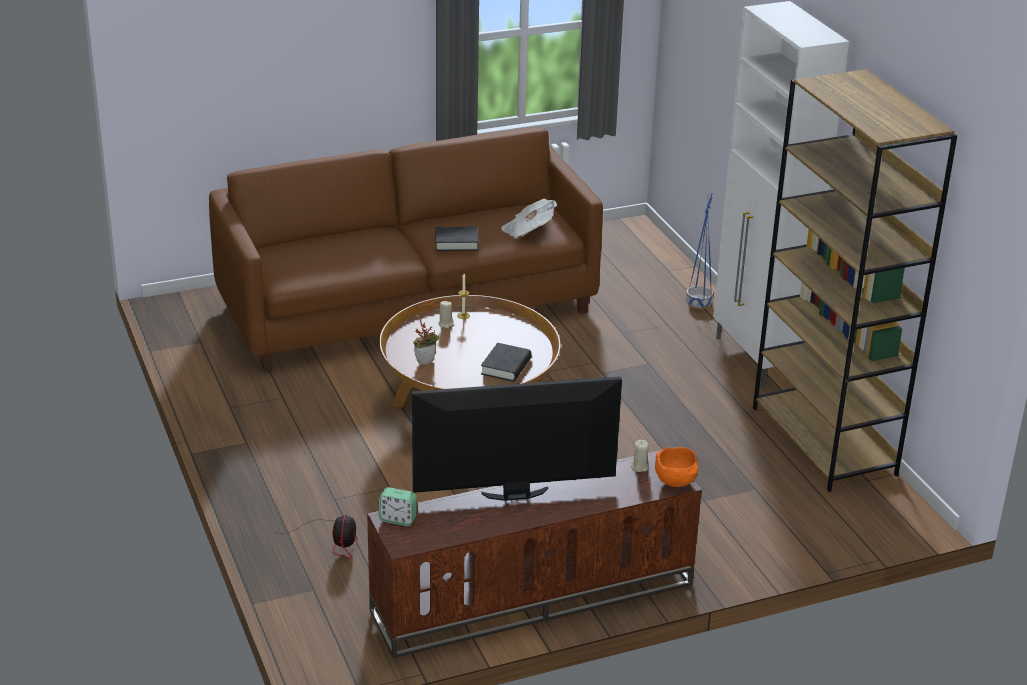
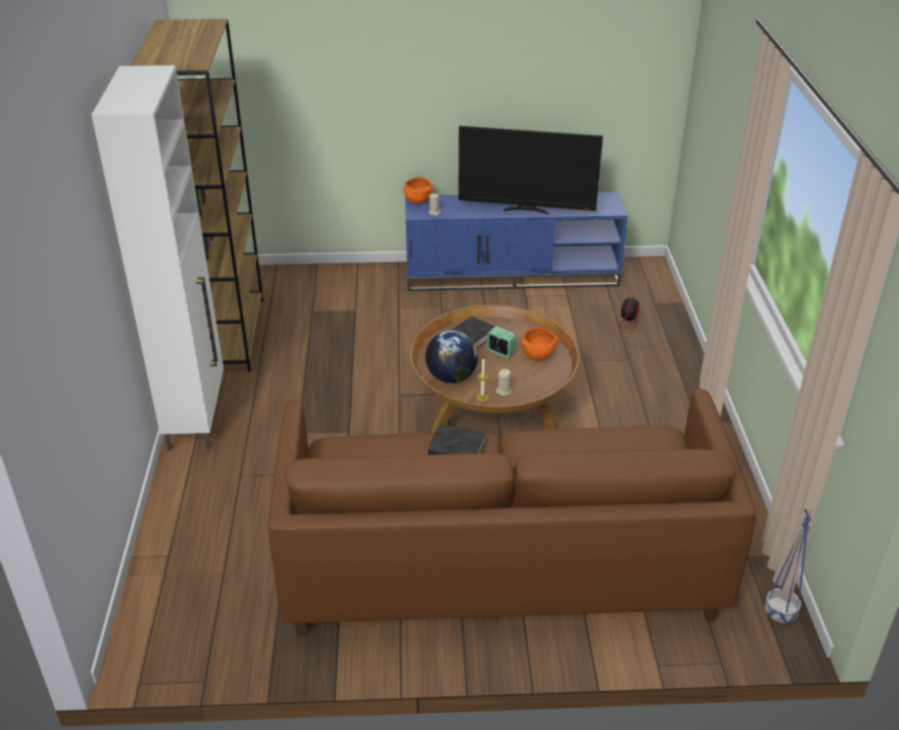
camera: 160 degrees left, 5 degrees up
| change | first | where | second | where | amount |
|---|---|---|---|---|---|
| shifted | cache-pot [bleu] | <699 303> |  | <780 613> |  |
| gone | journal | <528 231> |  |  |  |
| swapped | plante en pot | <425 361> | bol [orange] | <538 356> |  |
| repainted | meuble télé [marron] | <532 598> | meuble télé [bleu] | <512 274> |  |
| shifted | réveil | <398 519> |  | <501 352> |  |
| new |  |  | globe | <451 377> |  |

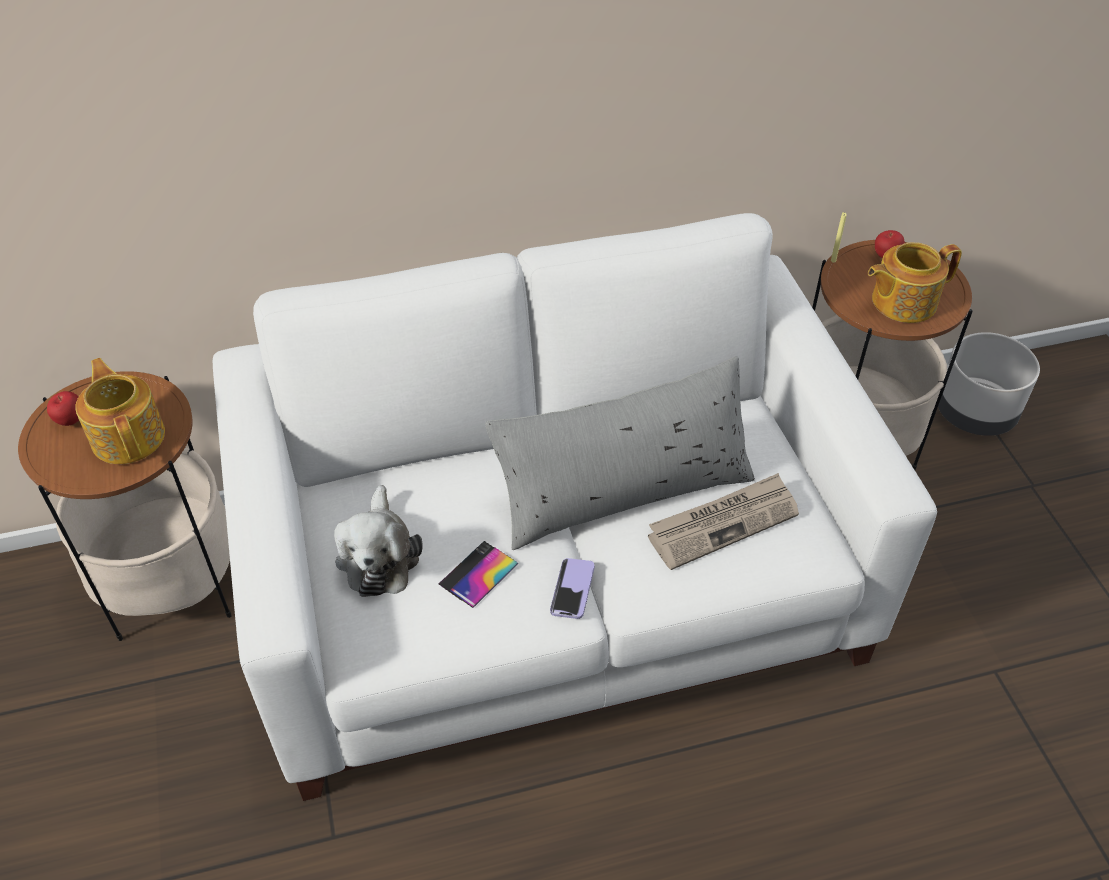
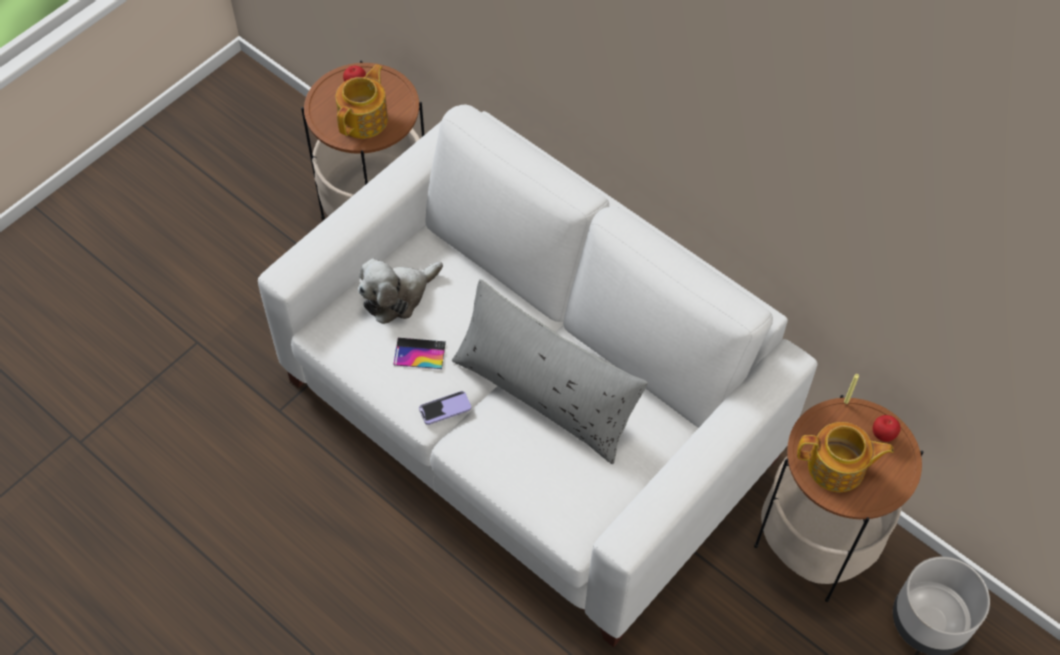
camera: 55 degrees right, 10 degrees up
| change | first | where | second | where | amount |
|---|---|---|---|---|---|
| rotated | théière | <902 301> |  | <837 467> | 150 degrees clockwise |
| gone | journal | <723 523> |  |  |  |

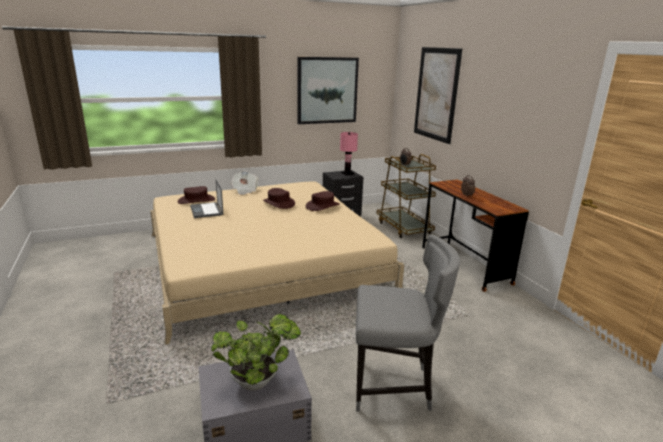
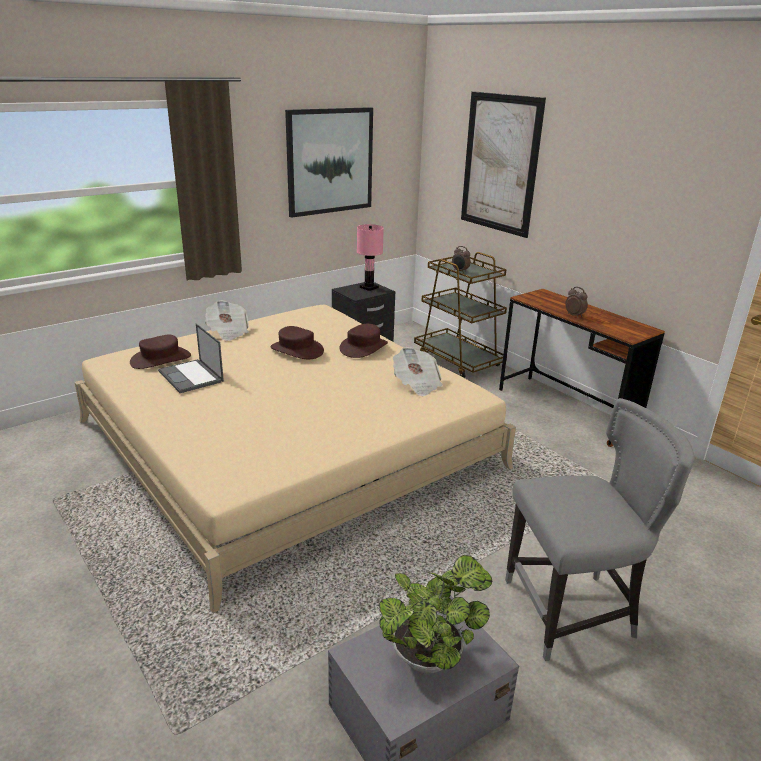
camera: 15 degrees left, 5 degrees up
| change | first | where | second | where | amount |
|---|---|---|---|---|---|
| new |  |  | journal | <416 384> |  |

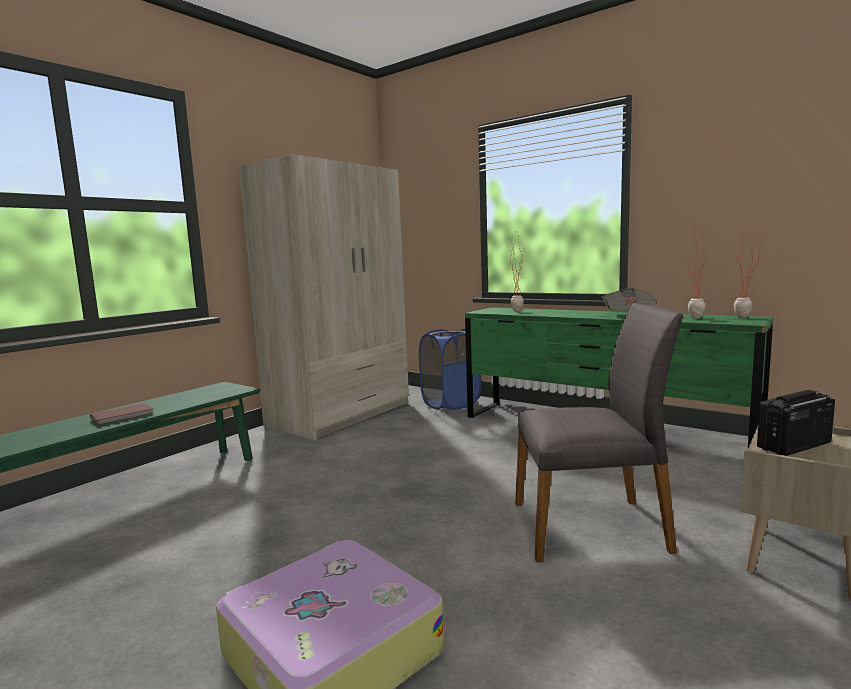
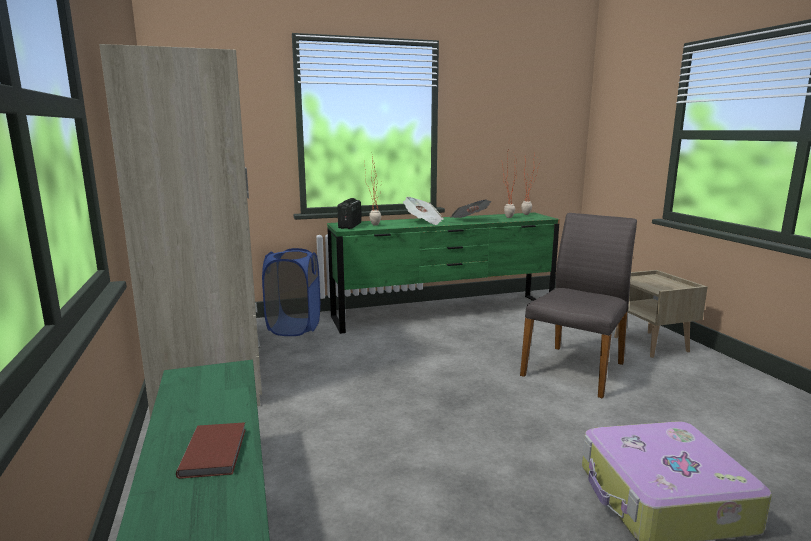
camera: 55 degrees left, 5 degrees up
| change | first | where | second | where | amount |
|---|---|---|---|---|---|
| shifted | radio | <793 446> |  | <349 226> |  |
| new |  |  | journal | <423 222> |  |

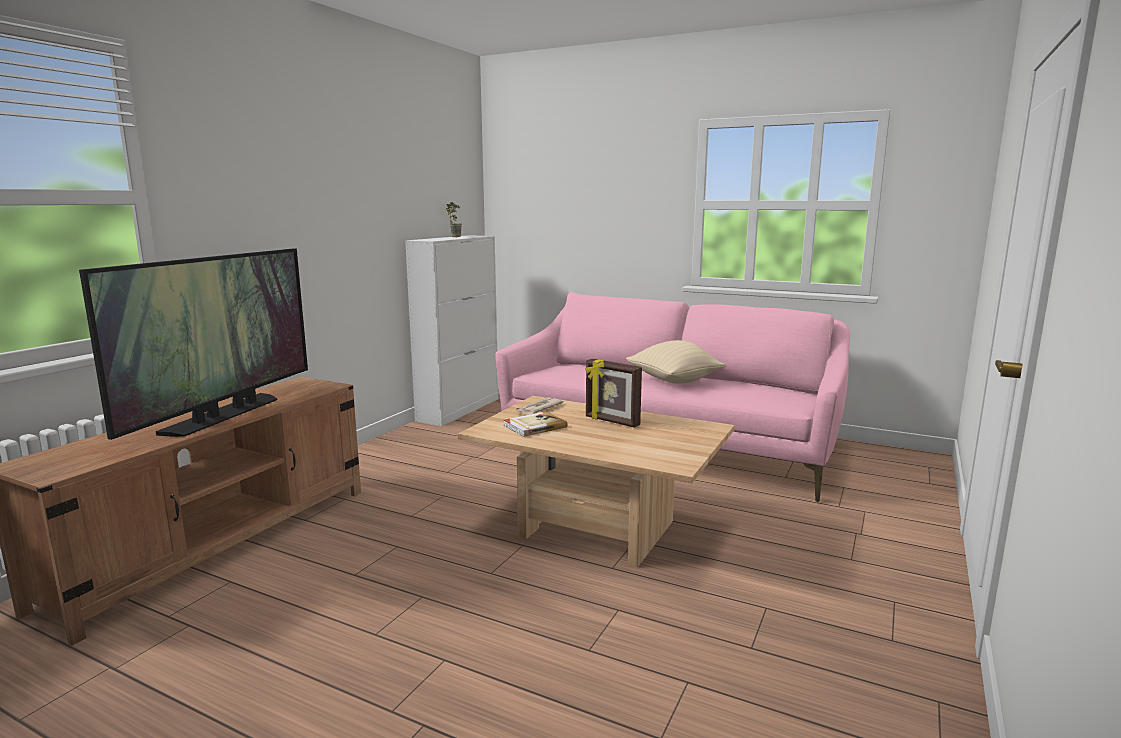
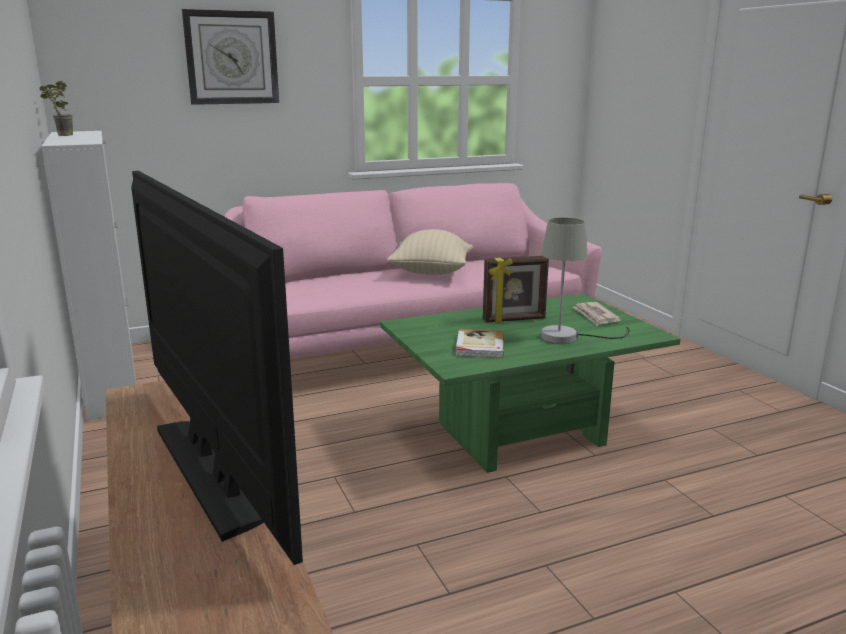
camera: 50 degrees left, 5 degrees up
| change | first | where | second | where | amount |
|---|---|---|---|---|---|
| repainted | table basse [beige] | <597 529> | table basse [vert] | <520 433> |  |
| shifted | journal | <538 408> |  | <595 316> |  |
| new |  |  | horloge murale | <231 58> |  |
| new |  |  | lampe de table [gris] | <570 337> |  |

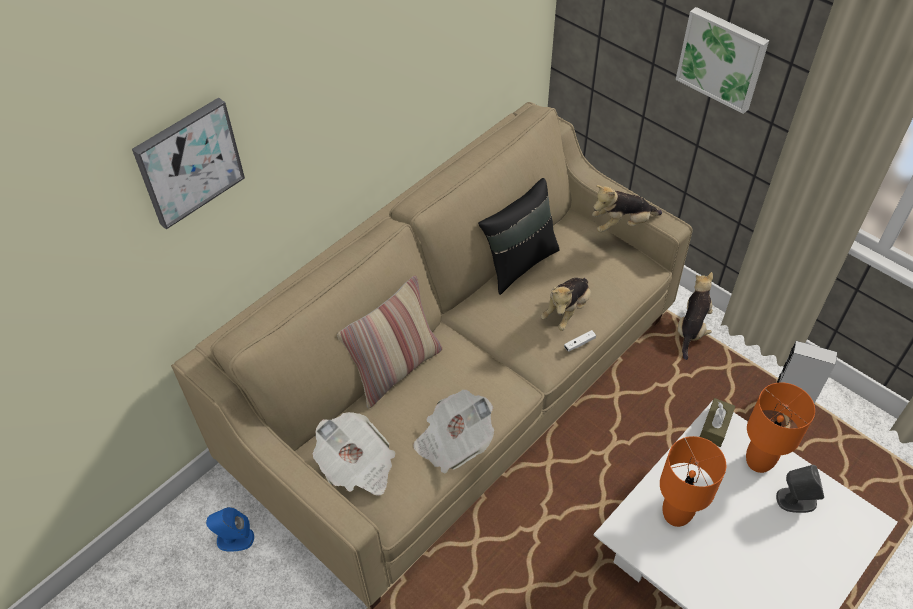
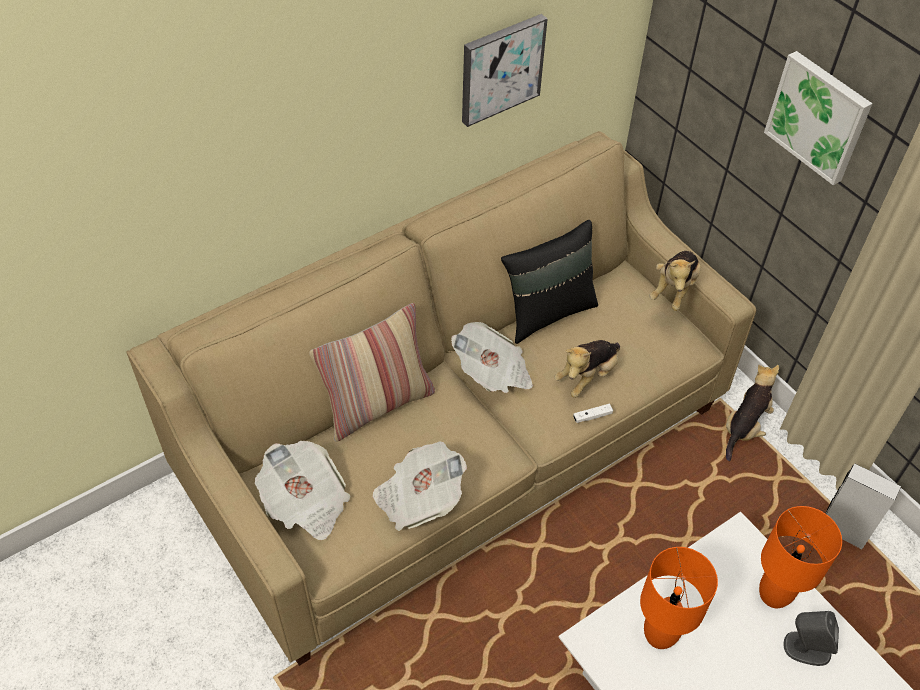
camera: 10 degrees right, 0 degrees up
| change | first | where | second | where | amount |
|---|---|---|---|---|---|
| shifted | tableau | <188 162> |  | <500 68> |  |
| rotated | peluche | <622 224> |  | <674 290> | 60 degrees counterclockwise |
| gone | boîte à mouchoirs [marron] | <715 427> |  |  |  |
| gone | enceinte [bleu] | <234 539> |  |  |  |
| new |  |  | journal | <493 373> |  |

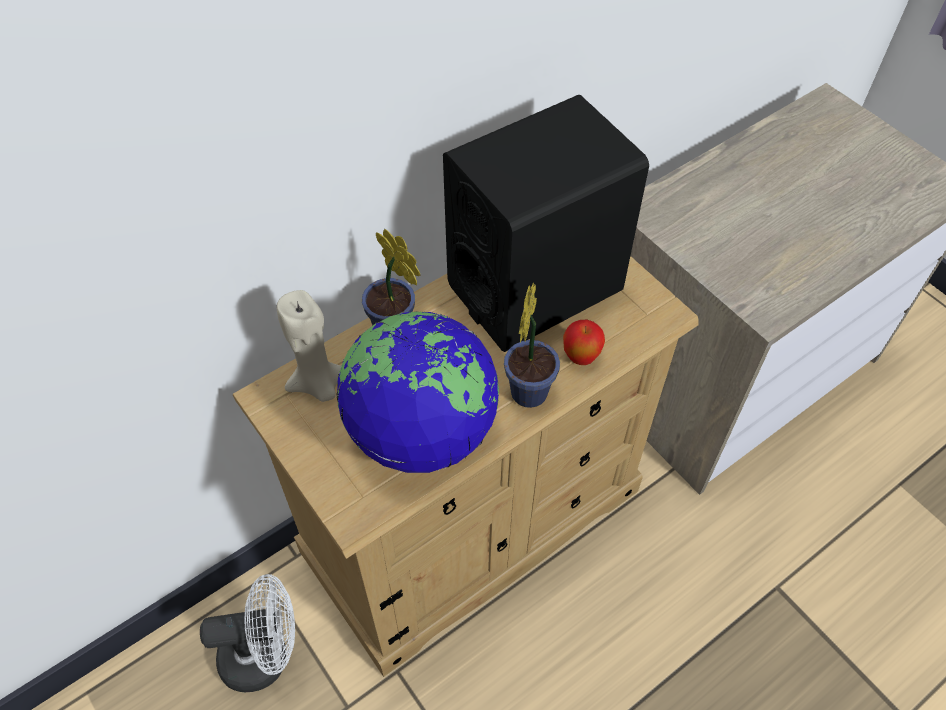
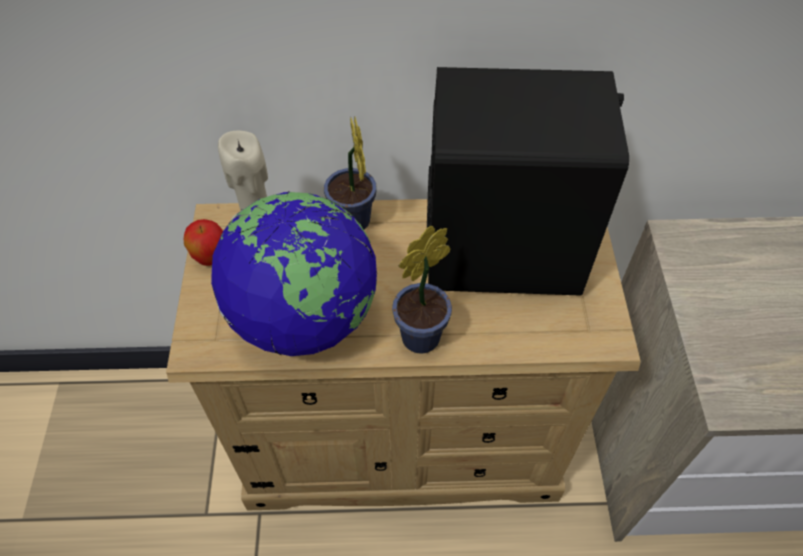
camera: 35 degrees right, 0 degrees up
| change | first | where | second | where | amount |
|---|---|---|---|---|---|
| shifted | pomme | <580 357> |  | <211 258> |  |
| gone | ventilateur [blanc] | <265 655> |  |  |  |

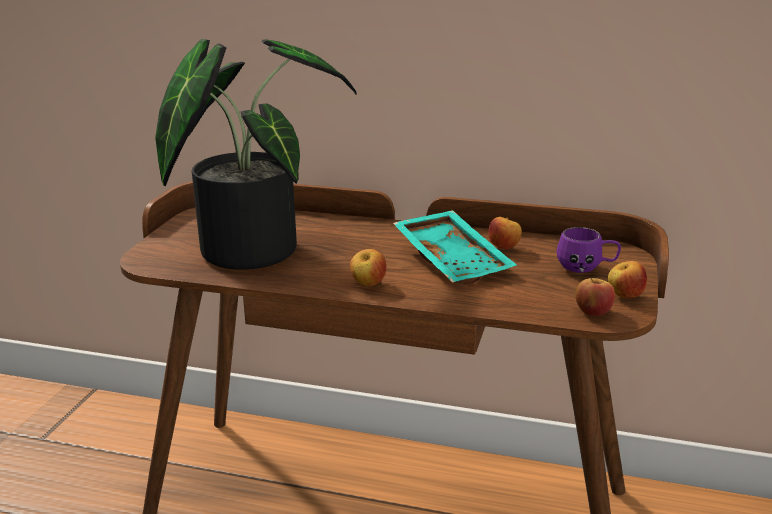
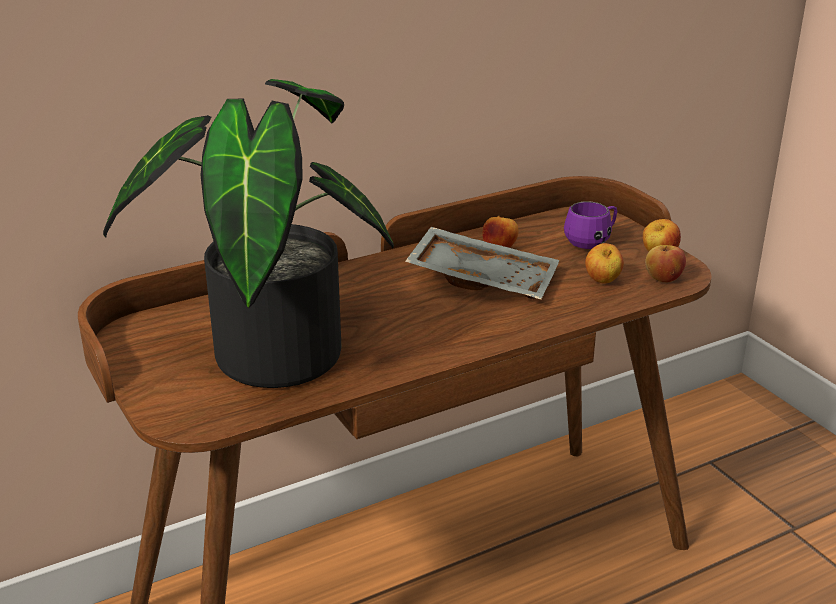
camera: 45 degrees left, 5 degrees up
| change | first | where | second | where | amount |
|---|---|---|---|---|---|
| repainted | plateau [turquoise] | <454 260> | plateau [gris] | <483 279> |  |
| shifted | pomme | <368 284> |  | <602 281> |  |

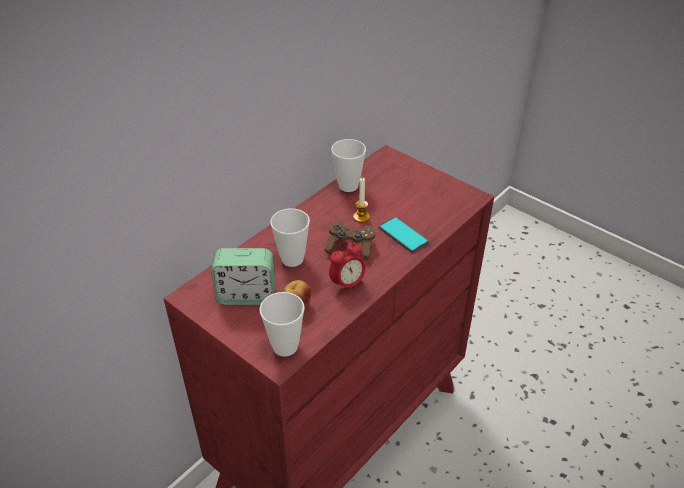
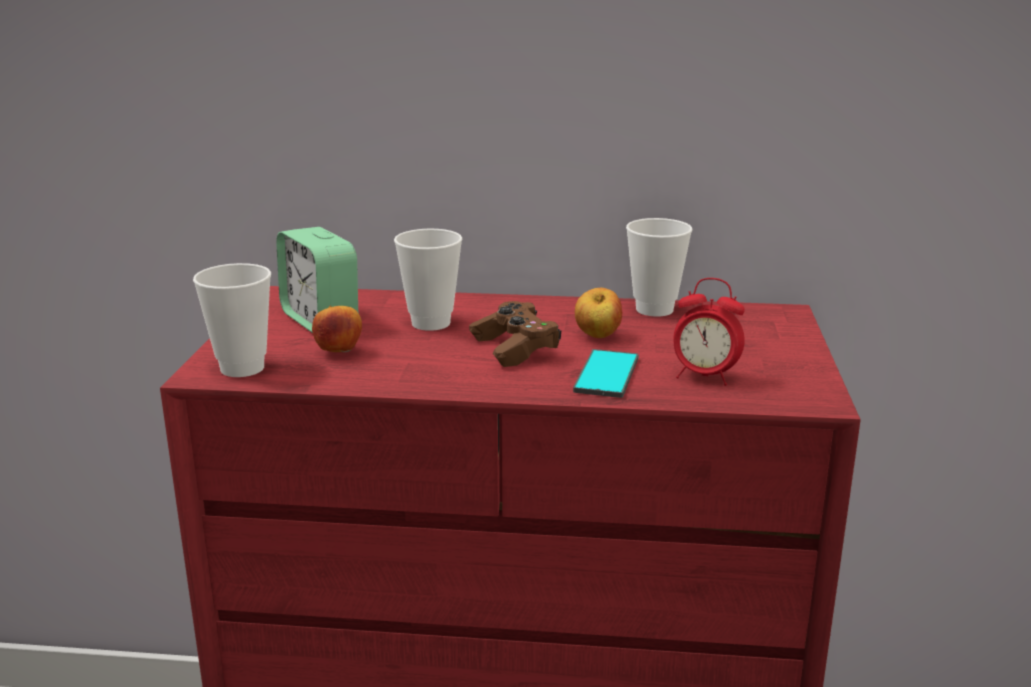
camera: 55 degrees right, 20 degrees down
| change | first | where | second | where | amount |
|---|---|---|---|---|---|
| swapped | bougie | <361 217> | pomme | <597 336> |  |
| shifted | réveil | <347 284> |  | <704 377> |  |

